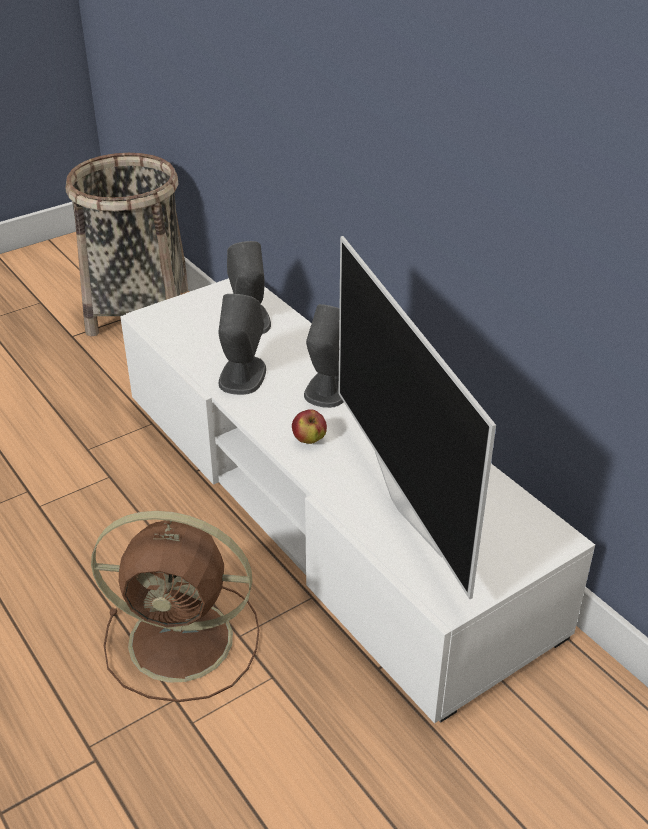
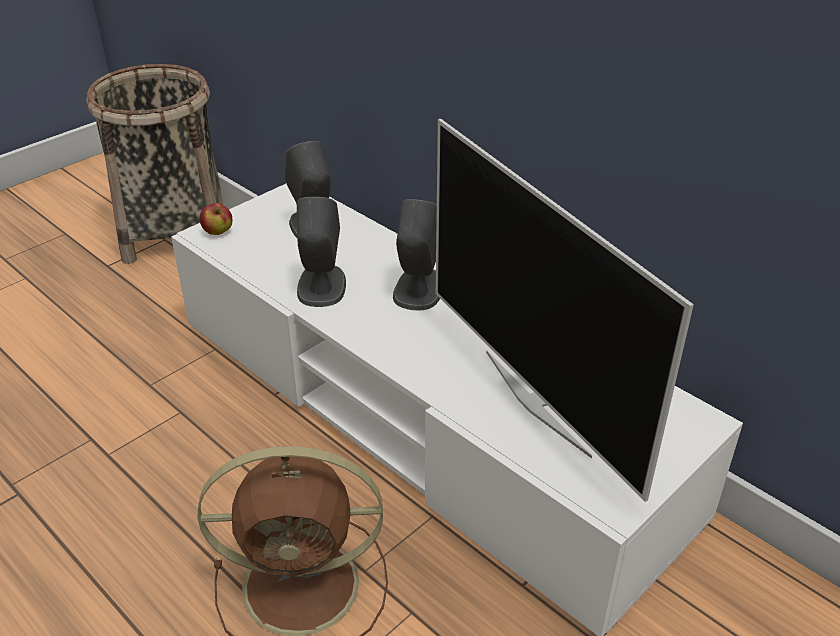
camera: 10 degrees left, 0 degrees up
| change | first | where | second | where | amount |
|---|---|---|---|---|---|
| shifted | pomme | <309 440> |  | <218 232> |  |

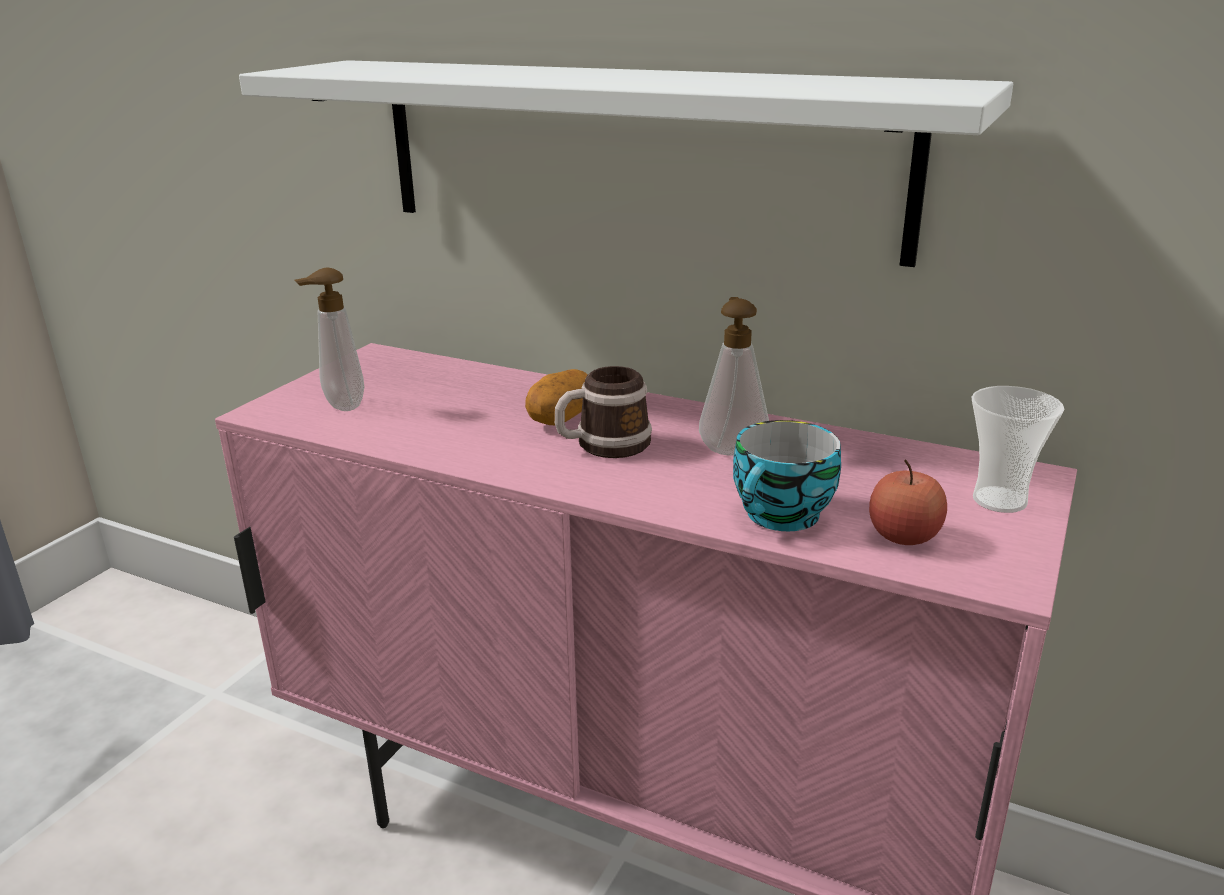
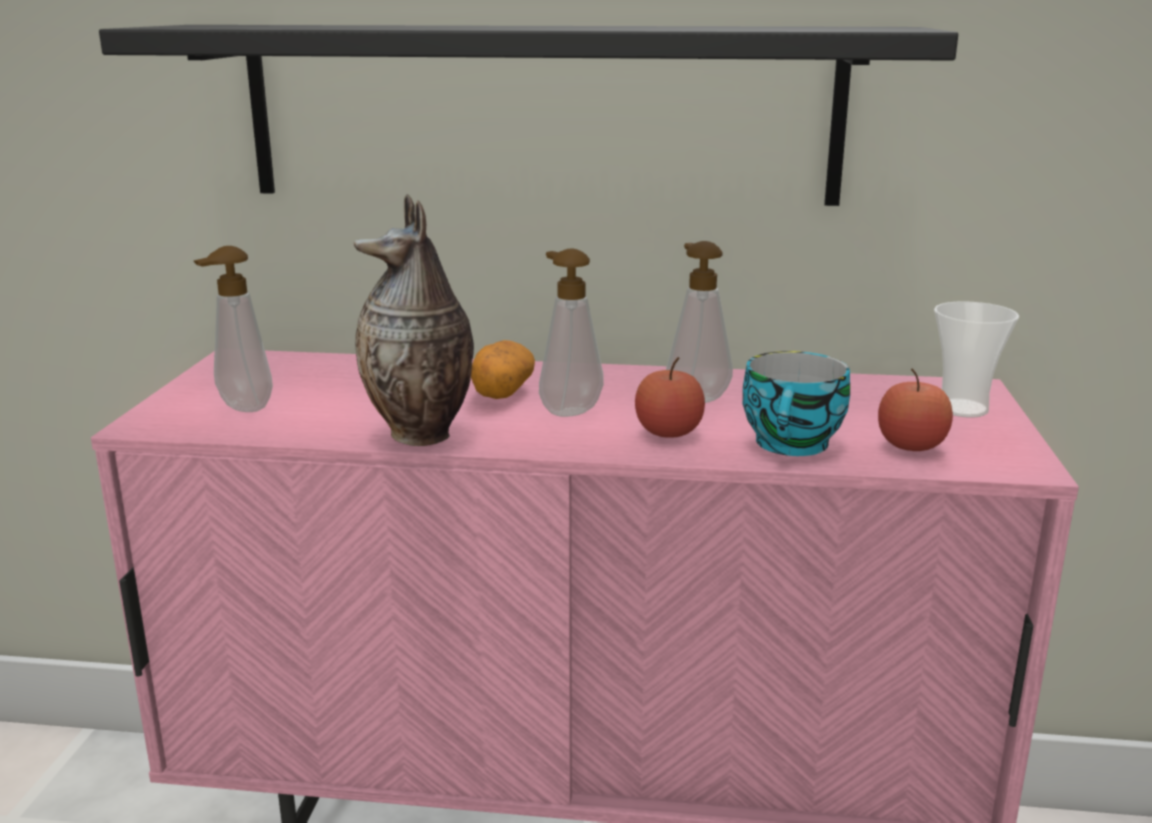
camera: 20 degrees left, 5 degrees down
| change | first | where | second | where | amount |
|---|---|---|---|---|---|
| repainted | étagère [blanc] | <631 155> | étagère [noir] | <540 114> |  |
| swapped | mug | <603 445> | distributeur de savon | <568 410> |  |
| new |  |  | vase | <423 435> |  |
| new |  |  | pomme | <668 432> |  |

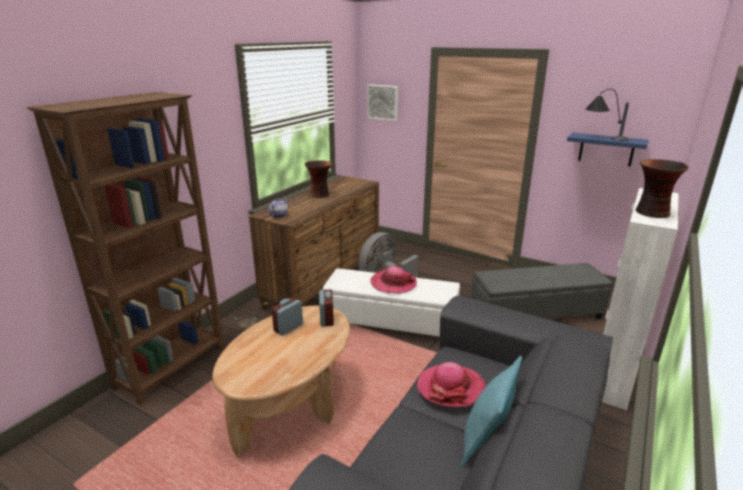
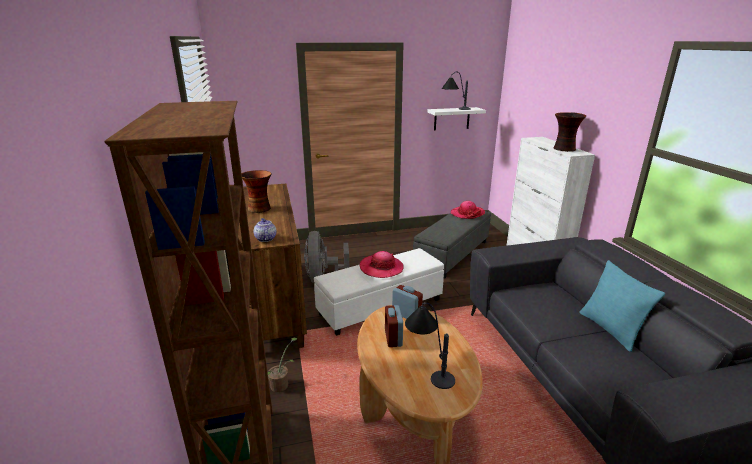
camera: 45 degrees left, 0 degrees up
| change | first | where | second | where | amount |
|---|---|---|---|---|---|
| gone | tableau | <383 102> |  |  |  |
| repainted | étagère [bleu] | <606 149> | étagère [blanc] | <451 118> |  |
| shifted | chapeau | <451 387> |  | <467 213> |  |
| new |  |  | lampe de table | <427 365> |  |

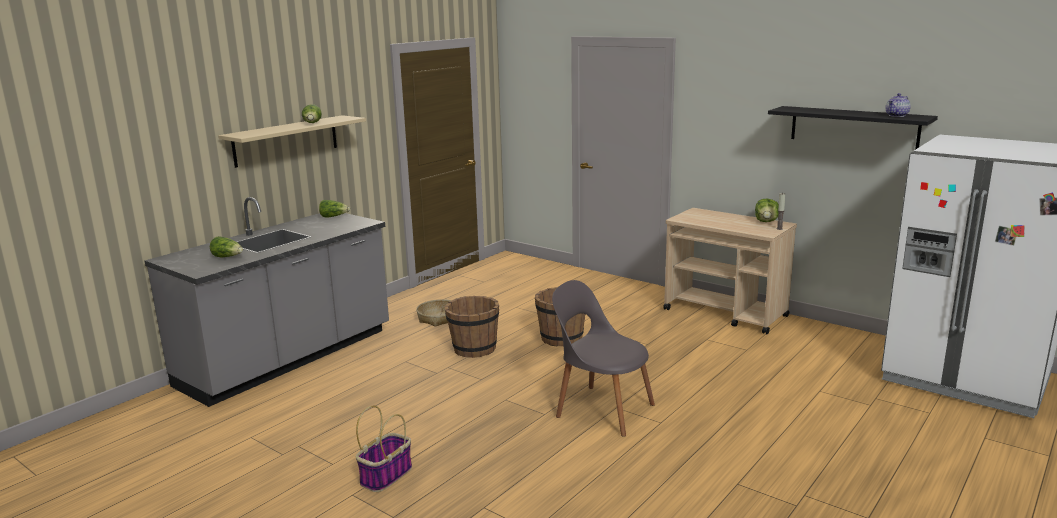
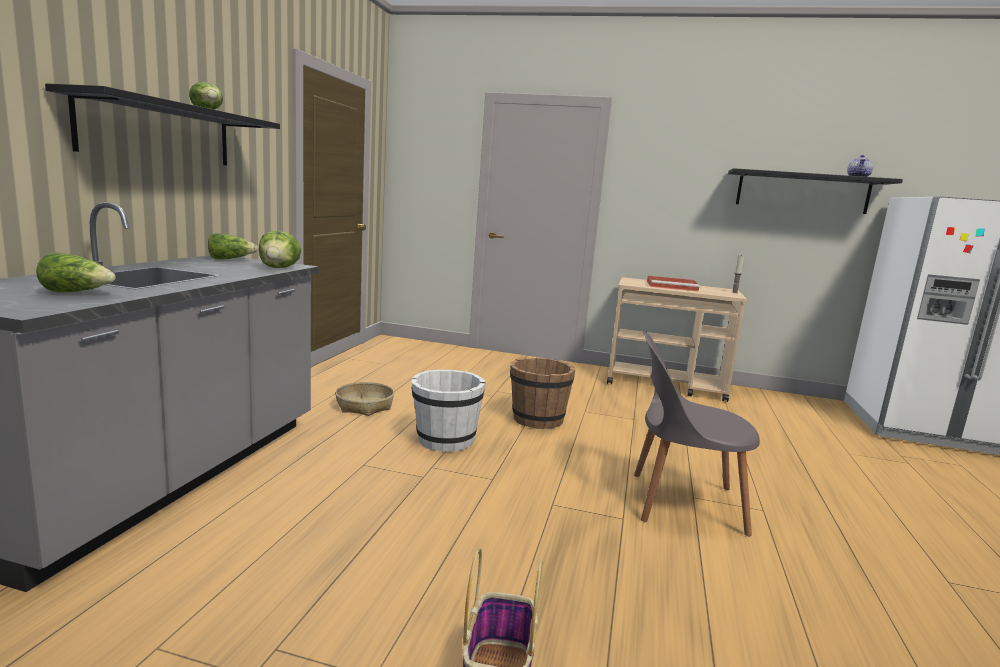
camera: 25 degrees left, 5 degrees down
| change | first | where | second | where | amount |
|---|---|---|---|---|---|
| repainted | étagère [beige] | <286 140> | étagère [noir] | <159 132> |  |
| shifted | laitue | <766 222> |  | <279 268> |  |
| repainted | seau [marron] | <474 349> | seau [blanc] | <445 440> |  |
| new |  |  | plateau [rouge] | <673 286> |  |

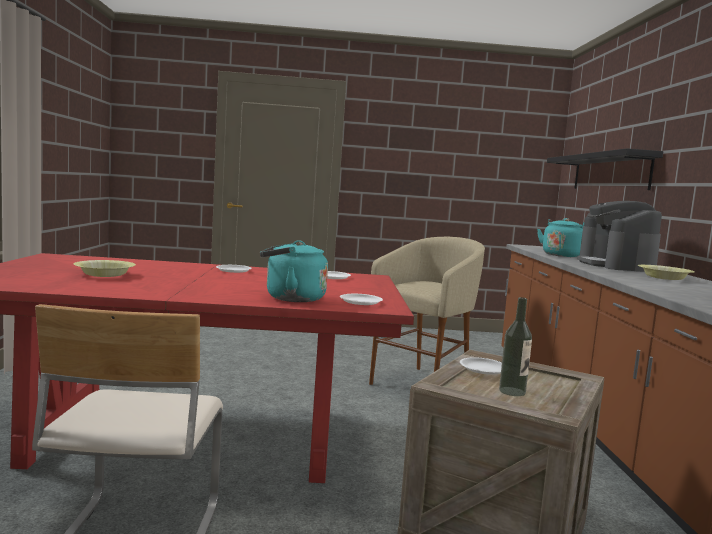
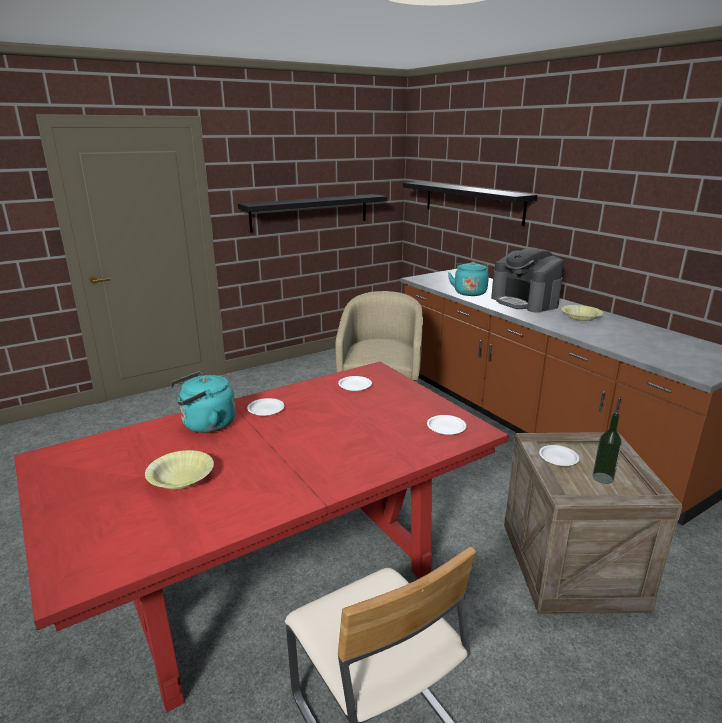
camera: 30 degrees left, 15 degrees up
| change | first | where | second | where | amount |
|---|---|---|---|---|---|
| shifted | bouilloire [turquoise] | <291 298> |  | <205 425> |  |
| new |  |  | étagère [noir] | <310 212> |  |

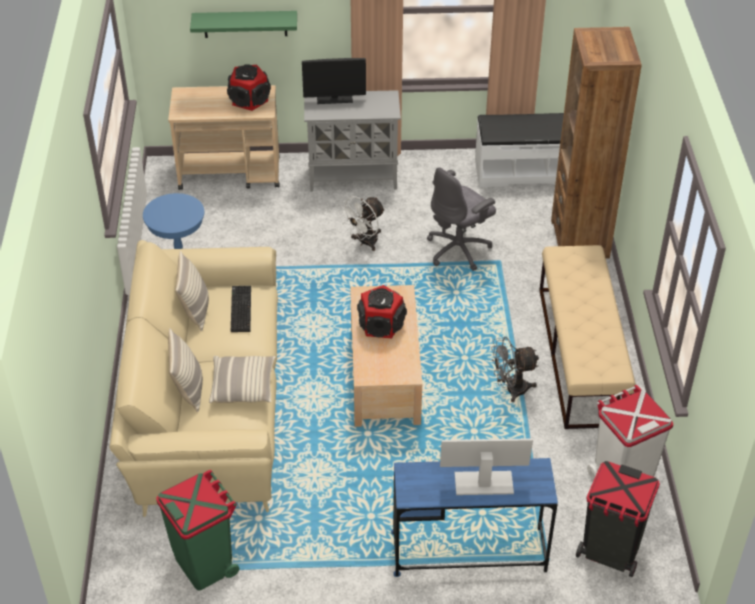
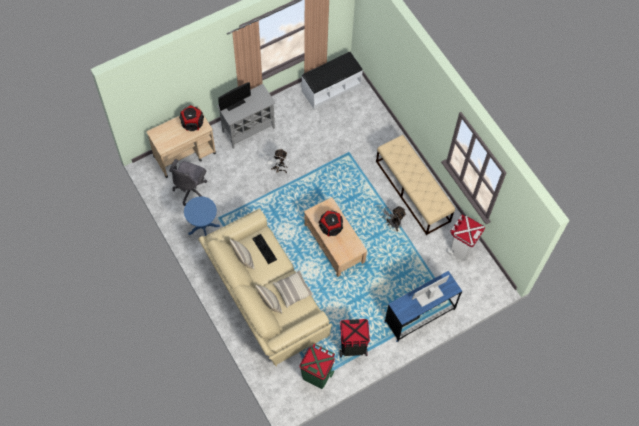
camera: 30 degrees left, 20 degrees up
| change | first | where | second | where | amount |
|---|---|---|---|---|---|
| gone | étagère [vert] | <245 24> |  |  |  |
| gone | bibliothèque [marron] | <580 239> |  |  |  |
| shifted | chaise de bureau [gris] | <459 250> |  | <191 190> |  |
| shifted | poubelle [noir] | <610 552> |  | <353 347> |  |

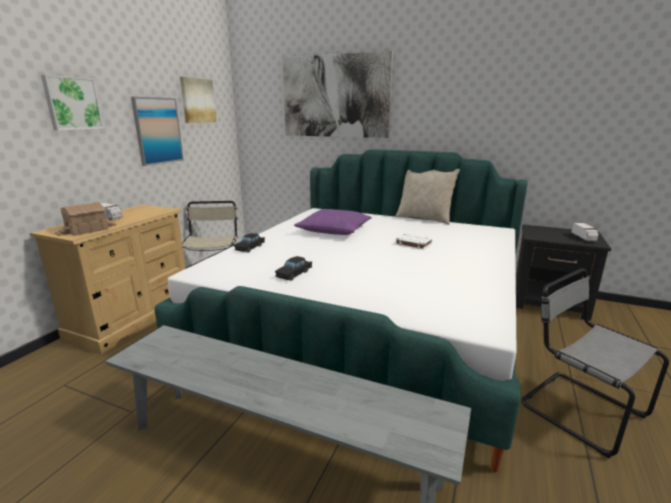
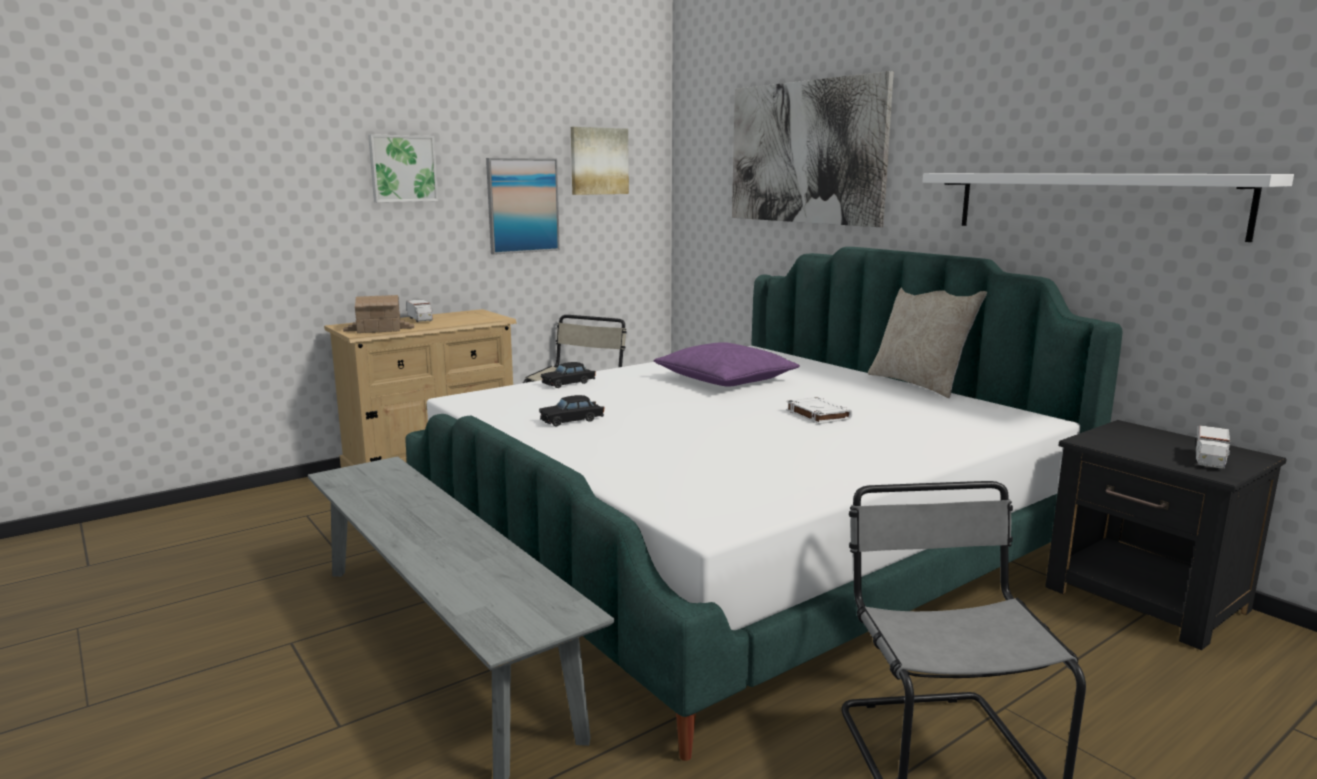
camera: 30 degrees right, 5 degrees down
| change | first | where | second | where | amount |
|---|---|---|---|---|---|
| new |  |  | étagère [blanc] | <1091 203> |  |

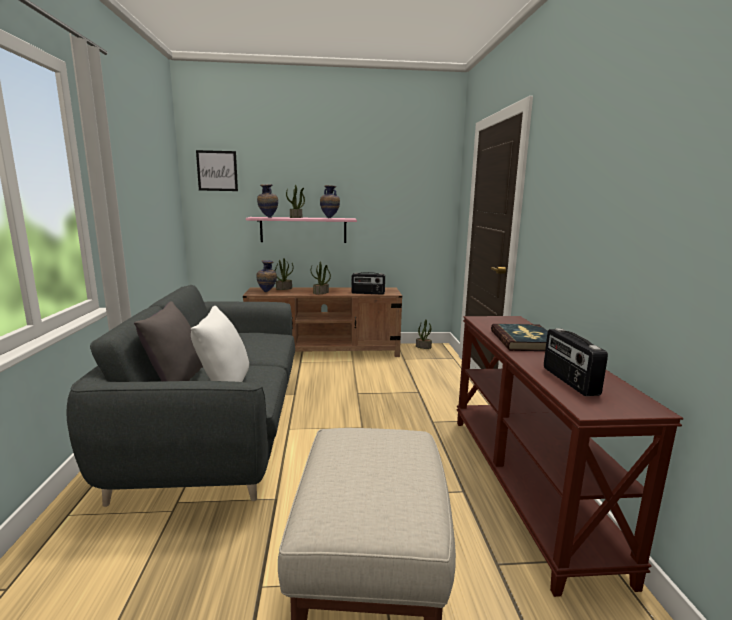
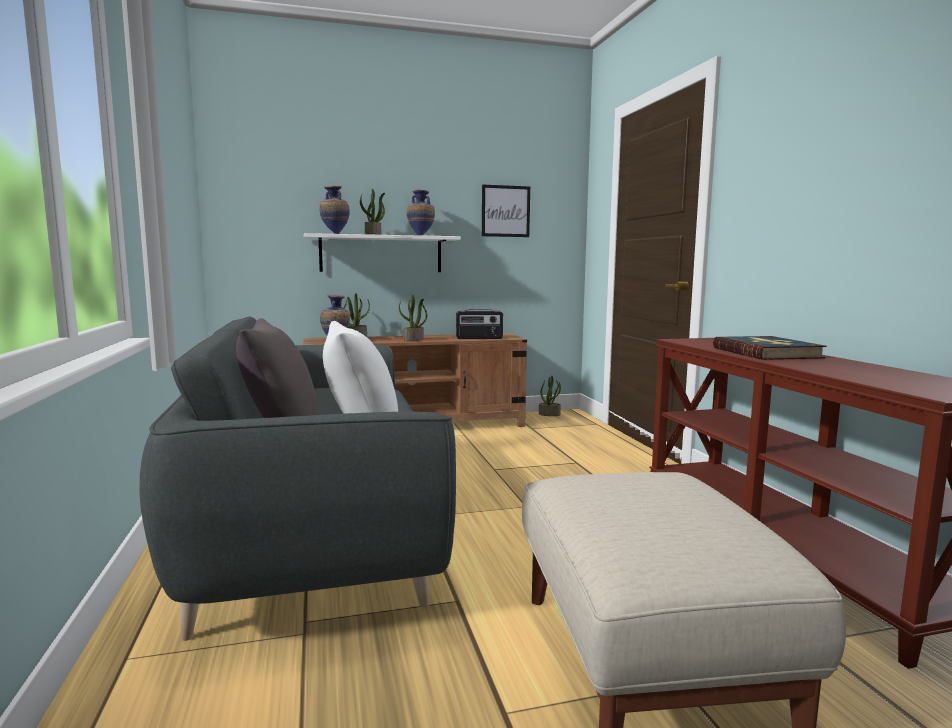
camera: 10 degrees left, 5 degrees down
| change | first | where | second | where | amount |
|---|---|---|---|---|---|
| shifted | tableau | <217 171> |  | <505 211> |  |
| repainted | étagère [rose] | <303 230> | étagère [blanc] | <381 254> |  |
| gone | radio | <569 381> |  |  |  |

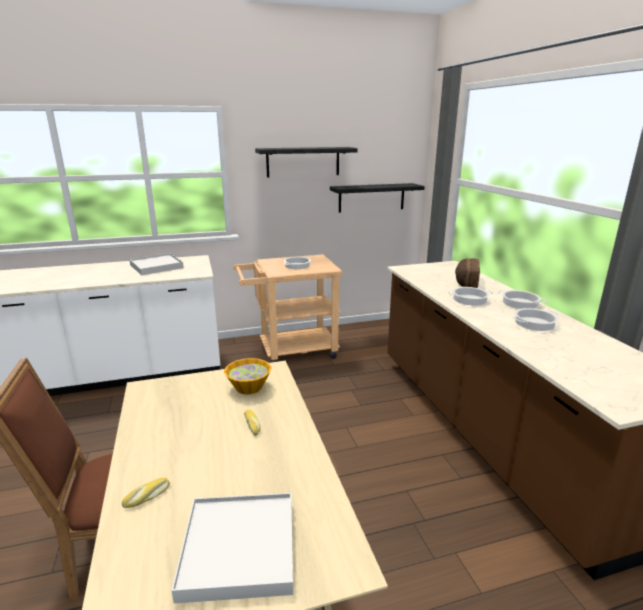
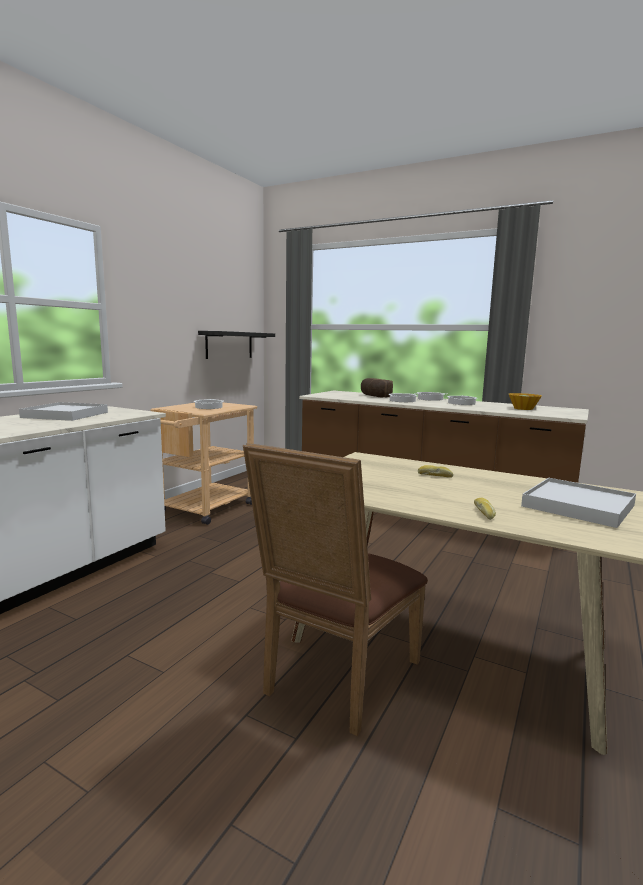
camera: 45 degrees left, 10 degrees down
| change | first | where | second | where | amount |
|---|---|---|---|---|---|
| gone | étagère [noir] | <303 162> |  |  |  |
| shifted | bol | <248 387> |  | <523 408> |  |

